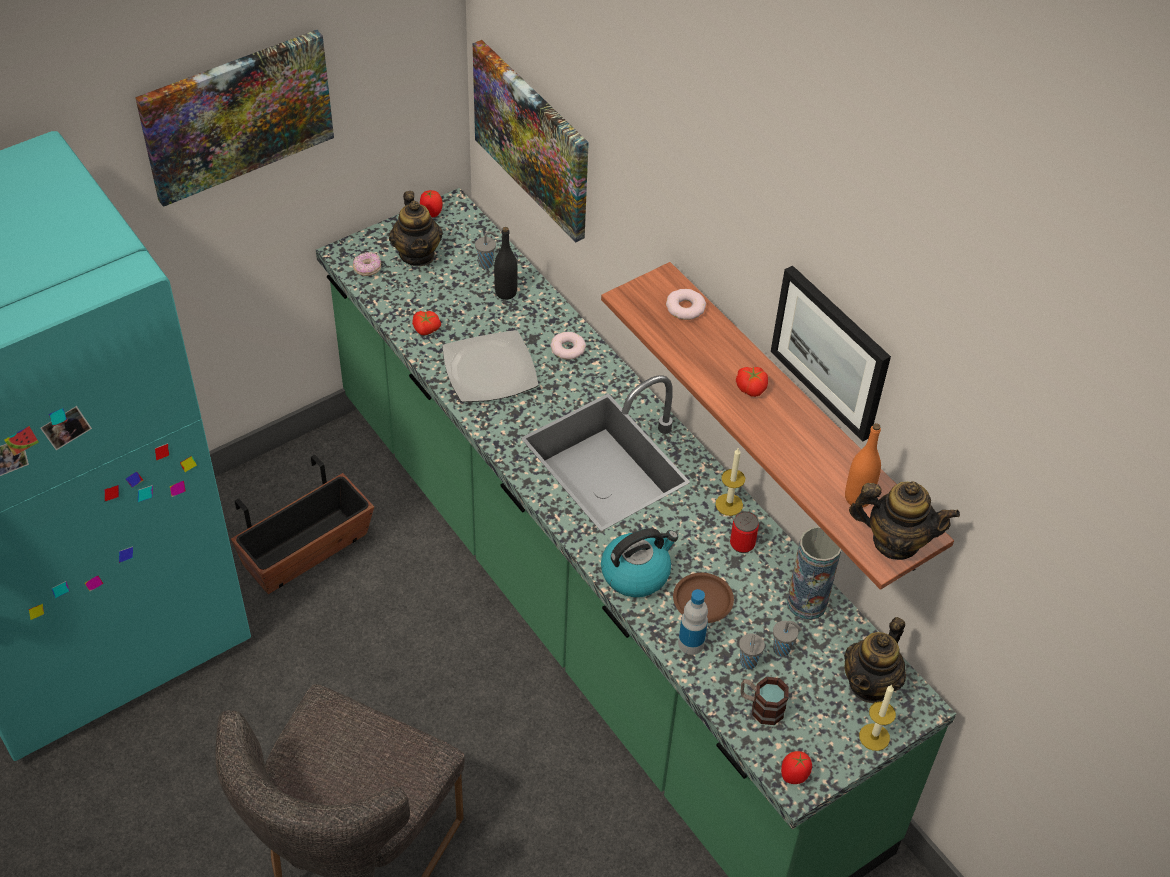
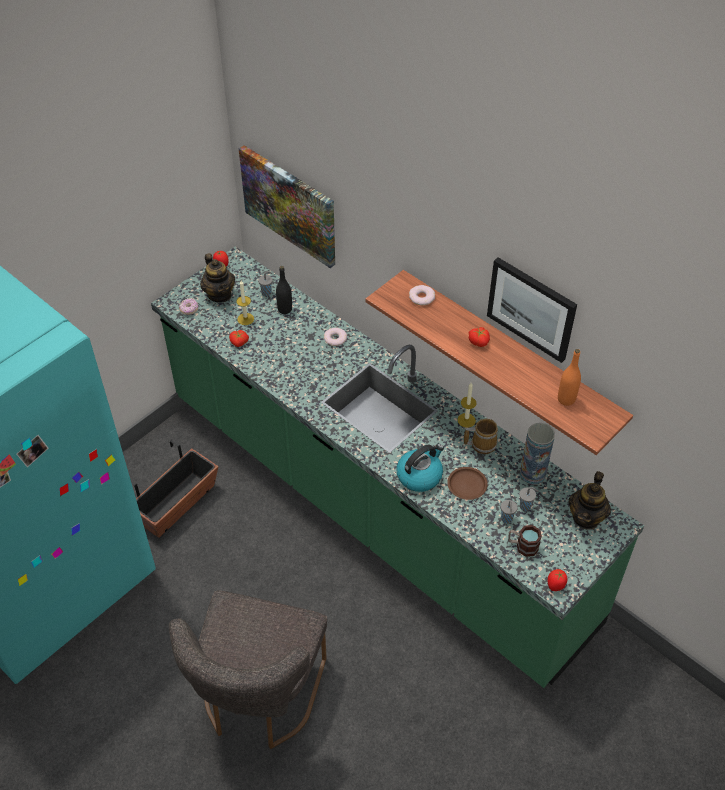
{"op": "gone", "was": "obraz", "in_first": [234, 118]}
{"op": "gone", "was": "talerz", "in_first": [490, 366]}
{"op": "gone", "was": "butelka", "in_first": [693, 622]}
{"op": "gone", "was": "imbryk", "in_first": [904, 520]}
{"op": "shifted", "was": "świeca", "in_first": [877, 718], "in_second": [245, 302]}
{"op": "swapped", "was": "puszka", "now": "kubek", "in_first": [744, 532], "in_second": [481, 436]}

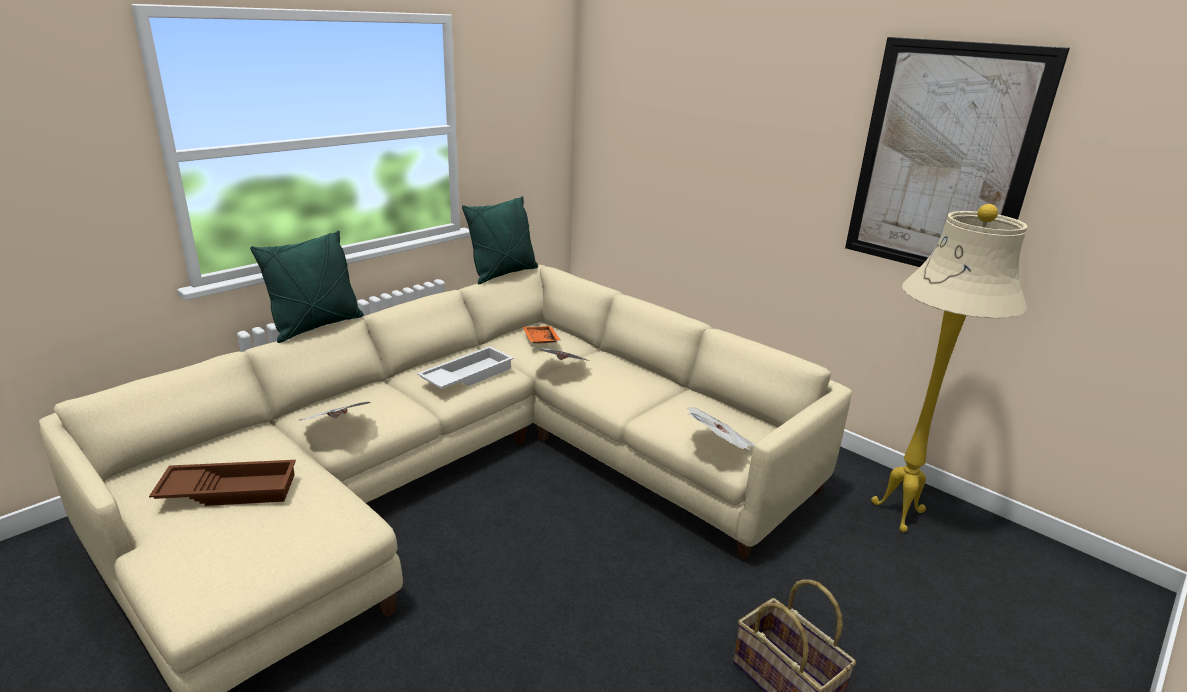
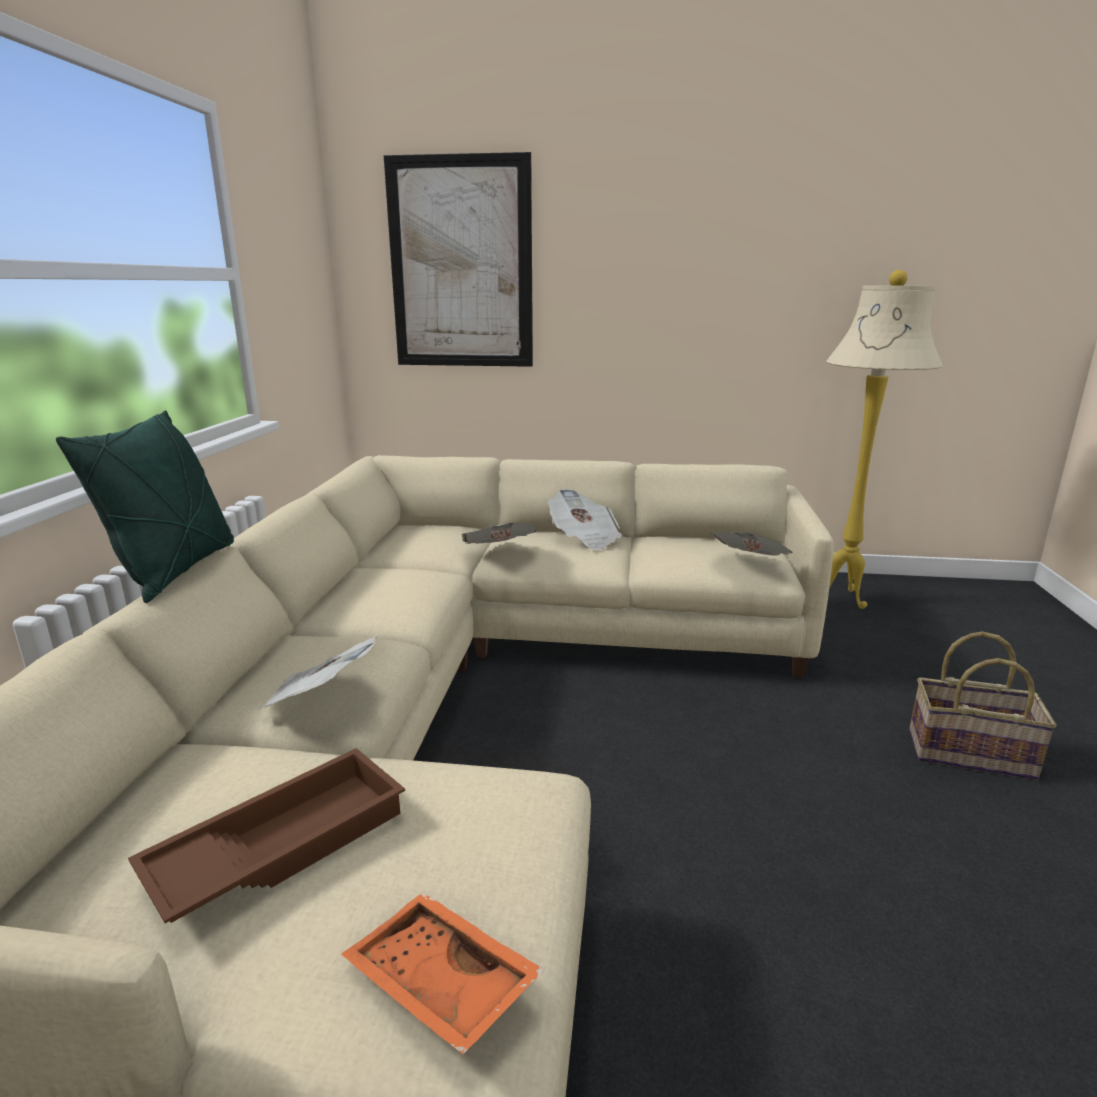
{"op": "gone", "was": "taca [biały]", "in_first": [465, 367]}
{"op": "gone", "was": "poduszka [zielony]", "in_first": [500, 240]}
{"op": "new", "now": "gazeta", "in_second": [585, 519]}
{"op": "shifted", "was": "taca [pomarańczowy]", "in_first": [541, 335], "in_second": [442, 973]}
{"op": "shifted", "was": "obraz", "in_first": [957, 152], "in_second": [458, 259]}

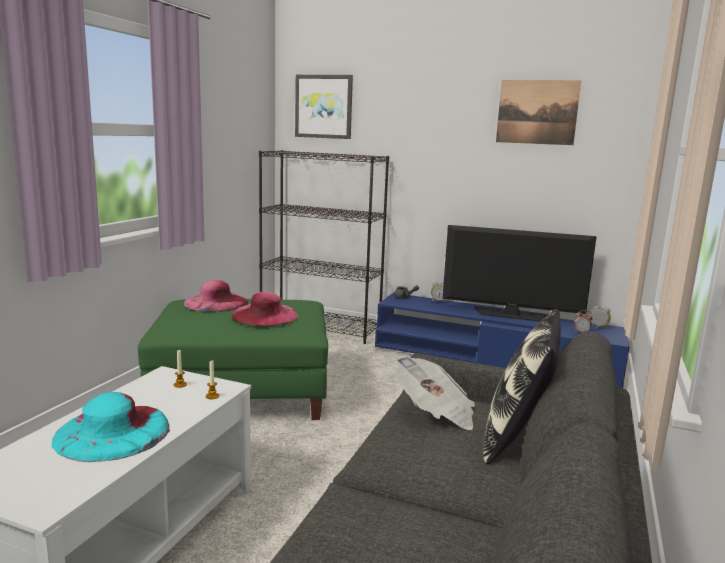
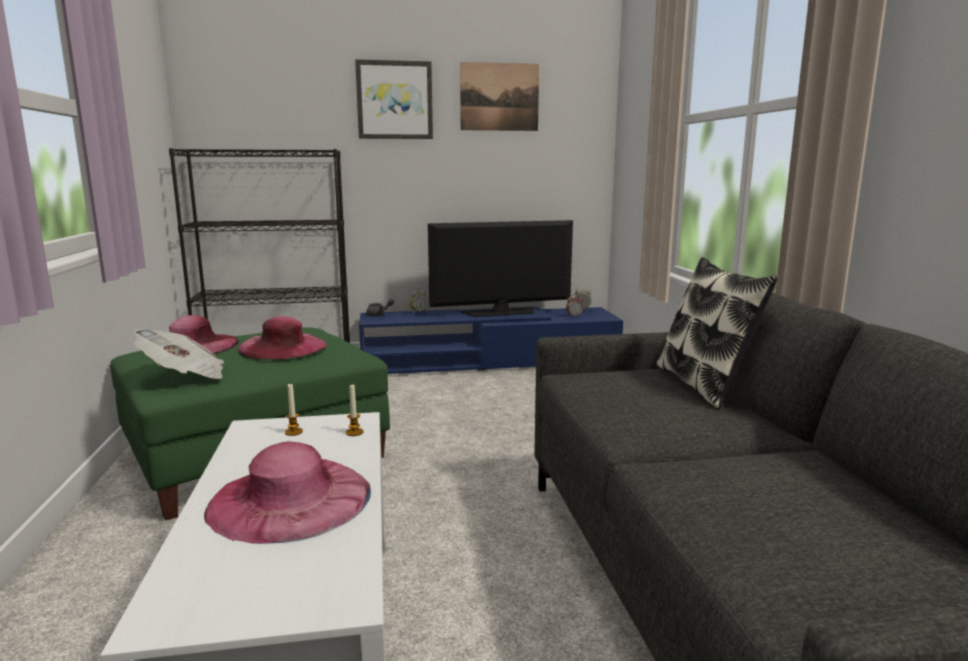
{"op": "shifted", "was": "obraz", "in_first": [324, 107], "in_second": [394, 99]}
{"op": "shifted", "was": "gazeta", "in_first": [435, 393], "in_second": [179, 354]}
{"op": "repainted", "was": "kapelusz [turkusowy]", "now": "kapelusz [różowy]", "in_first": [111, 427], "in_second": [287, 493]}

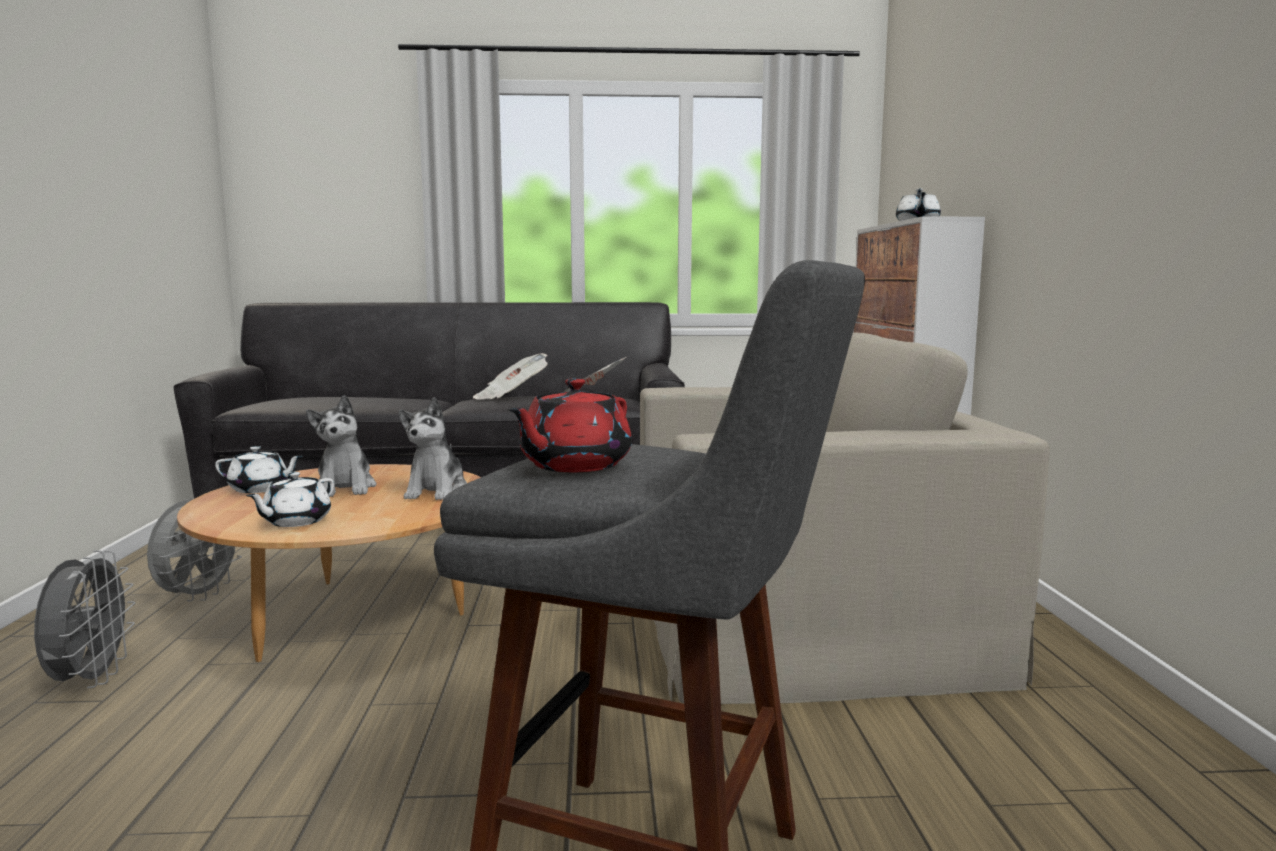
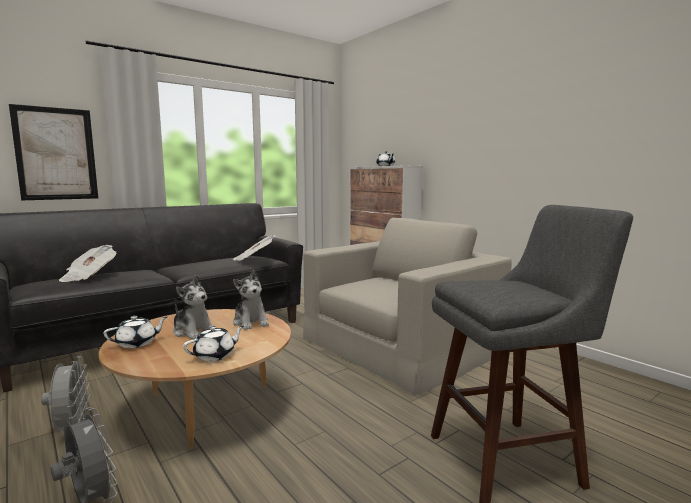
{"op": "gone", "was": "imbryk [czerwony]", "in_first": [570, 425]}
{"op": "new", "now": "obraz", "in_second": [53, 152]}
{"op": "shifted", "was": "gazeta", "in_first": [510, 376], "in_second": [88, 263]}
{"op": "rotated", "was": "imbryk [biały]", "in_first": [290, 499], "in_second": [213, 343], "clockwise": -120}

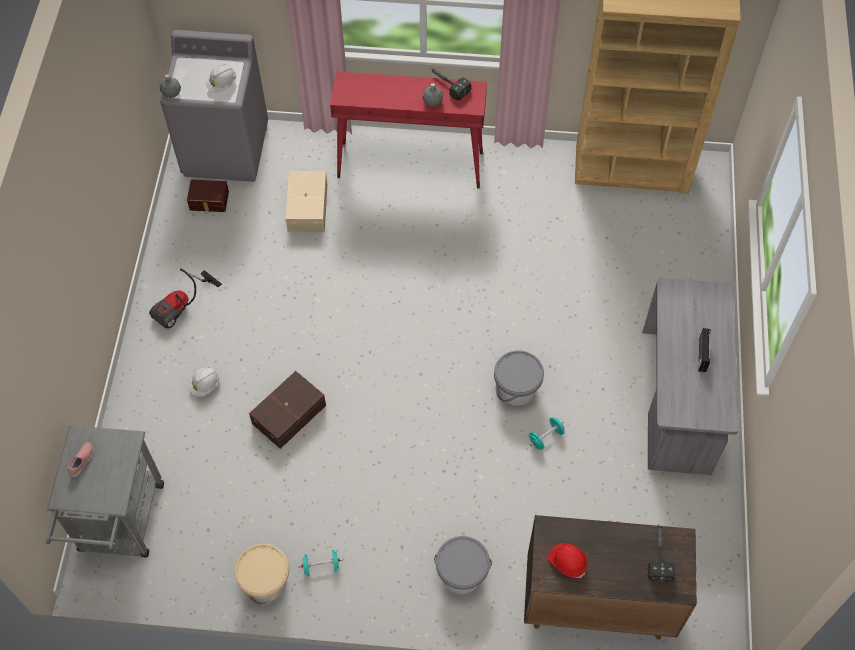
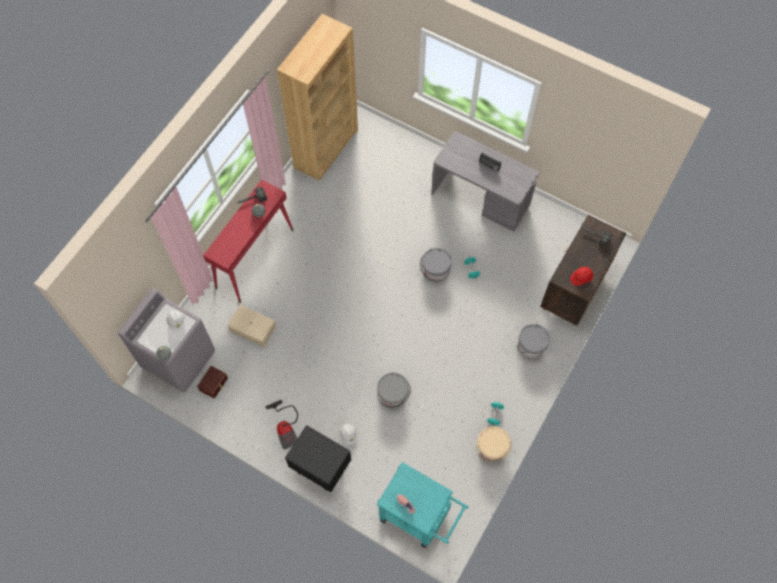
{"op": "new", "now": "szafka nocna [czarny]", "in_second": [318, 458]}
{"op": "swapped", "was": "pojemnik do przechowywania [brązowy]", "now": "wiadro [szary]", "in_first": [287, 410], "in_second": [394, 390]}
{"op": "repainted", "was": "wózek [szary]", "now": "wózek [turkusowy]", "in_first": [105, 491], "in_second": [422, 505]}

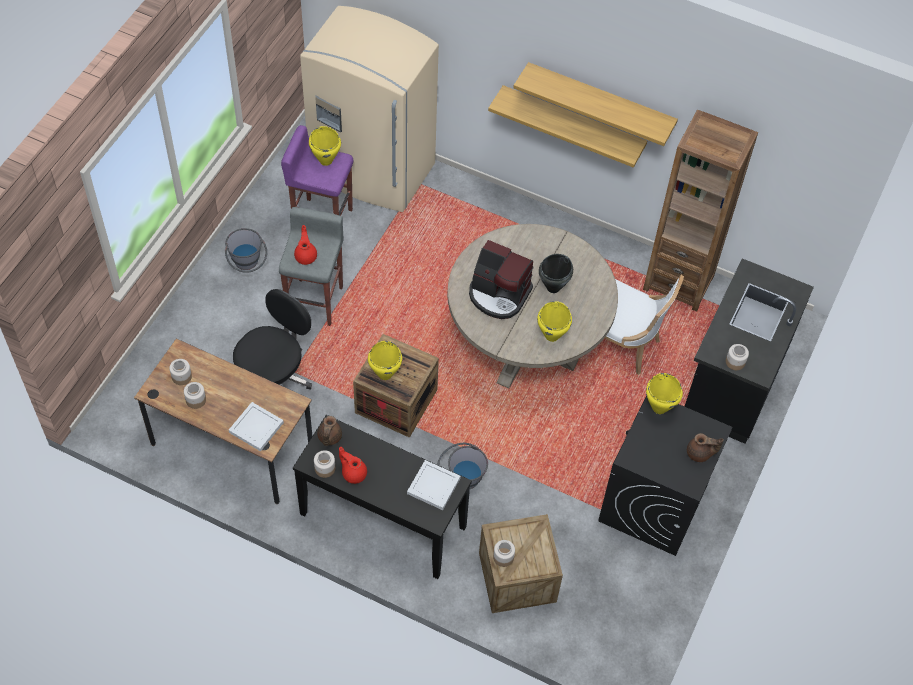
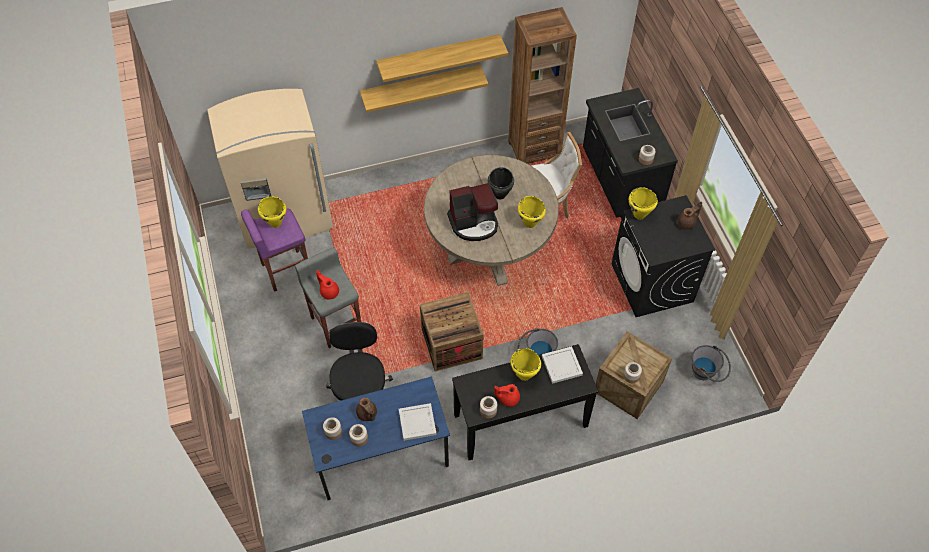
{"op": "shifted", "was": "wiadro [szary]", "in_first": [246, 250], "in_second": [711, 363]}
{"op": "shifted", "was": "imbryk [brązowy]", "in_first": [329, 431], "in_second": [366, 409]}
{"op": "shifted", "was": "garnek [żółty]", "in_first": [385, 360], "in_second": [525, 364]}
{"op": "repainted", "was": "biurko [brązowy]", "now": "biurko [niebieski]", "in_first": [223, 421], "in_second": [376, 438]}

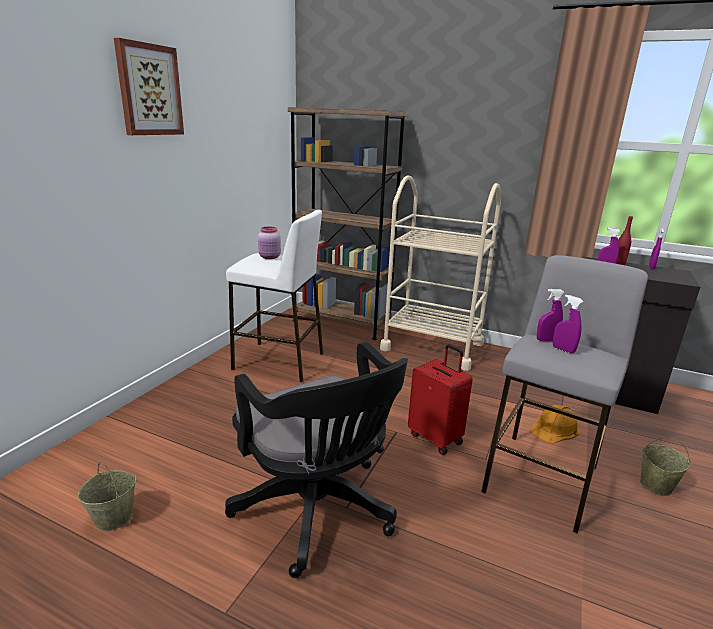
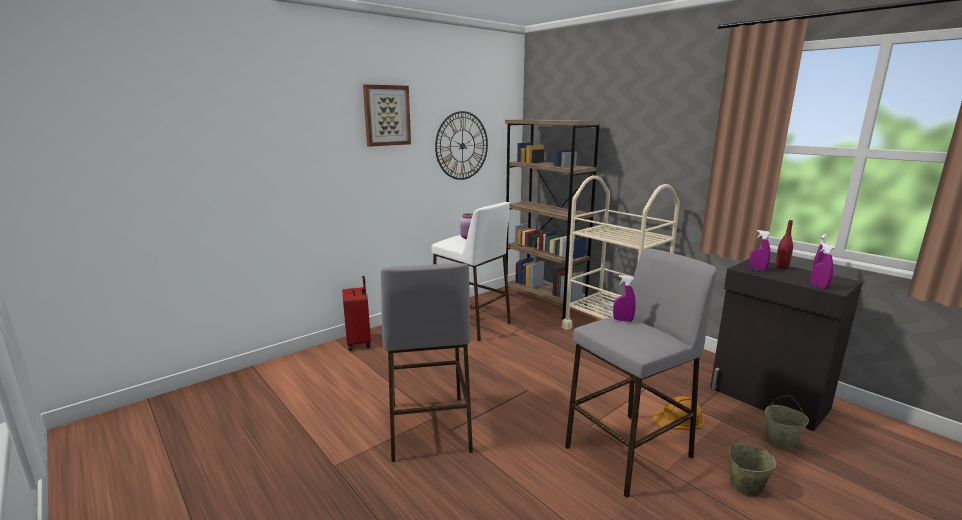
{"op": "new", "now": "zegar ścienny", "in_second": [461, 145]}
{"op": "shifted", "was": "wiadro [beżowy]", "in_first": [107, 496], "in_second": [787, 423]}
{"op": "shifted", "was": "walizka [czerwony]", "in_first": [440, 399], "in_second": [356, 313]}
{"op": "shifted", "was": "spryskiwacz [fioletowy]", "in_first": [568, 324], "in_second": [822, 266]}
{"op": "swapped", "was": "krzesło biurowe [czarny]", "now": "stołek [szary]", "in_first": [316, 460], "in_second": [427, 362]}

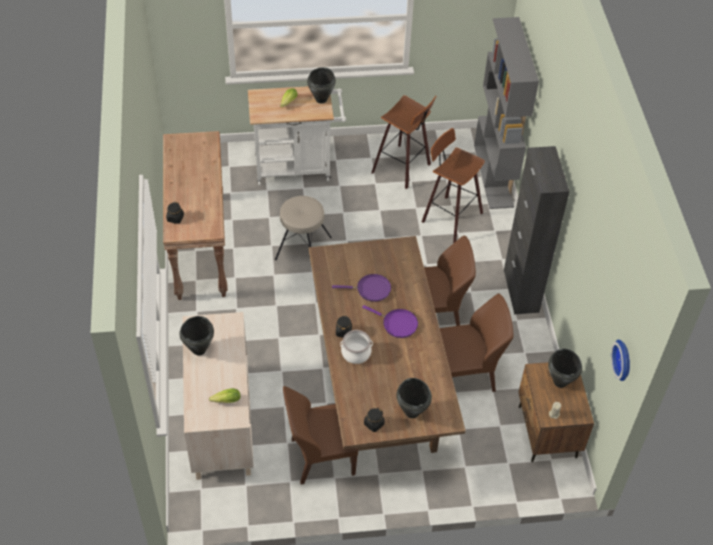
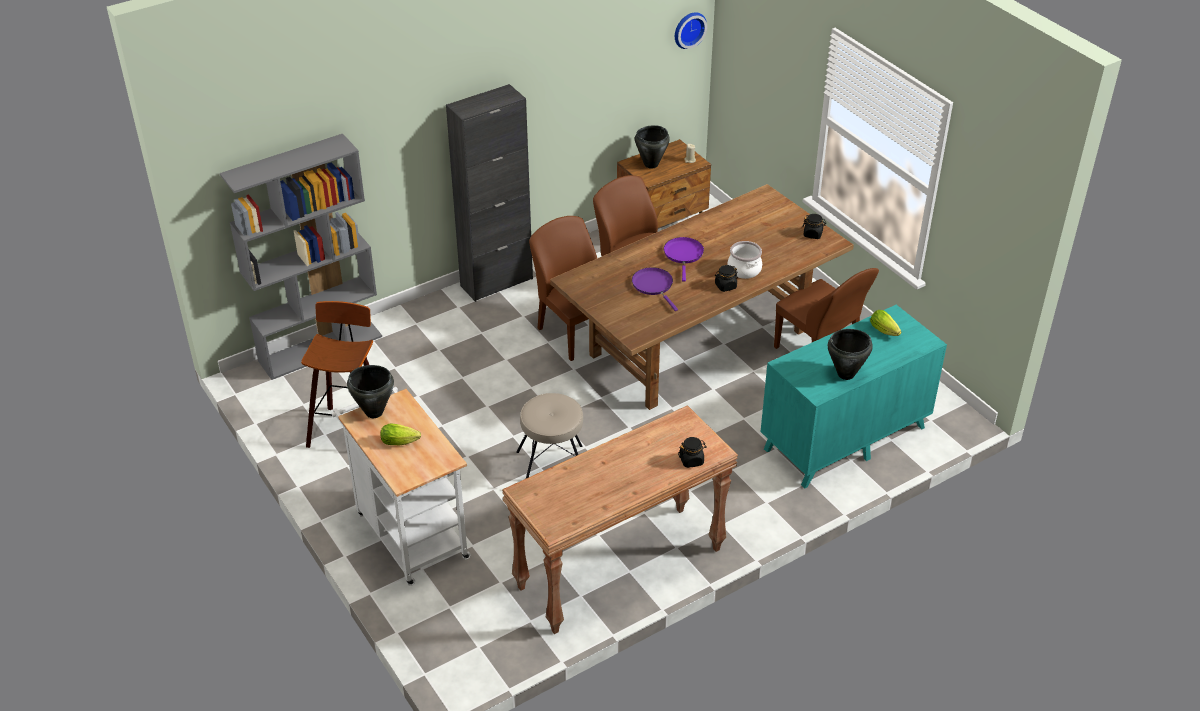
{"op": "gone", "was": "garnek [czarny]", "in_first": [414, 398]}
{"op": "gone", "was": "stołek", "in_first": [453, 185]}
{"op": "repainted", "was": "komoda [beżowy]", "now": "komoda [turkusowy]", "in_first": [218, 396], "in_second": [854, 397]}

